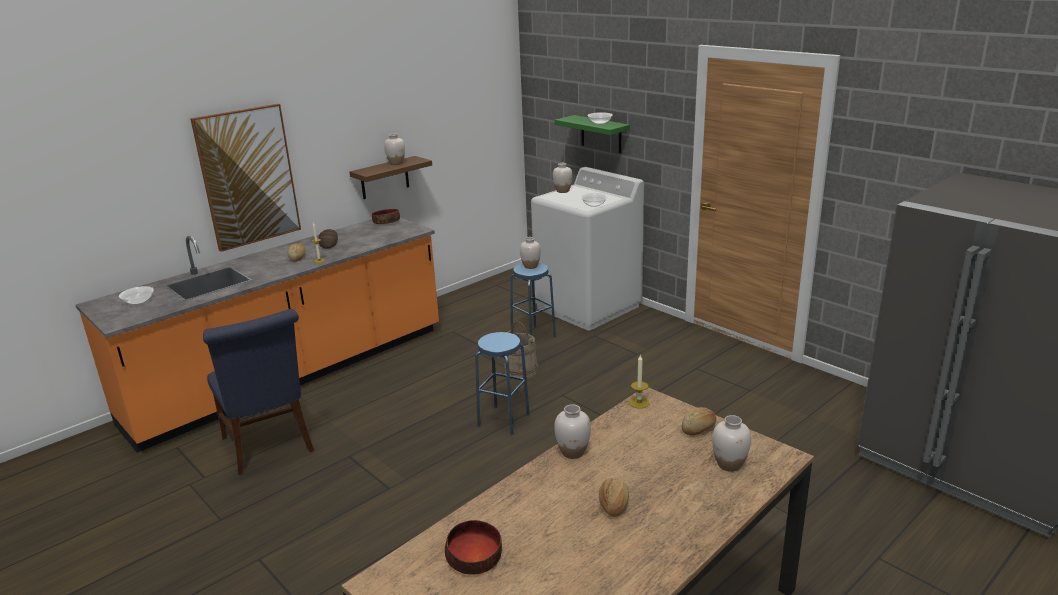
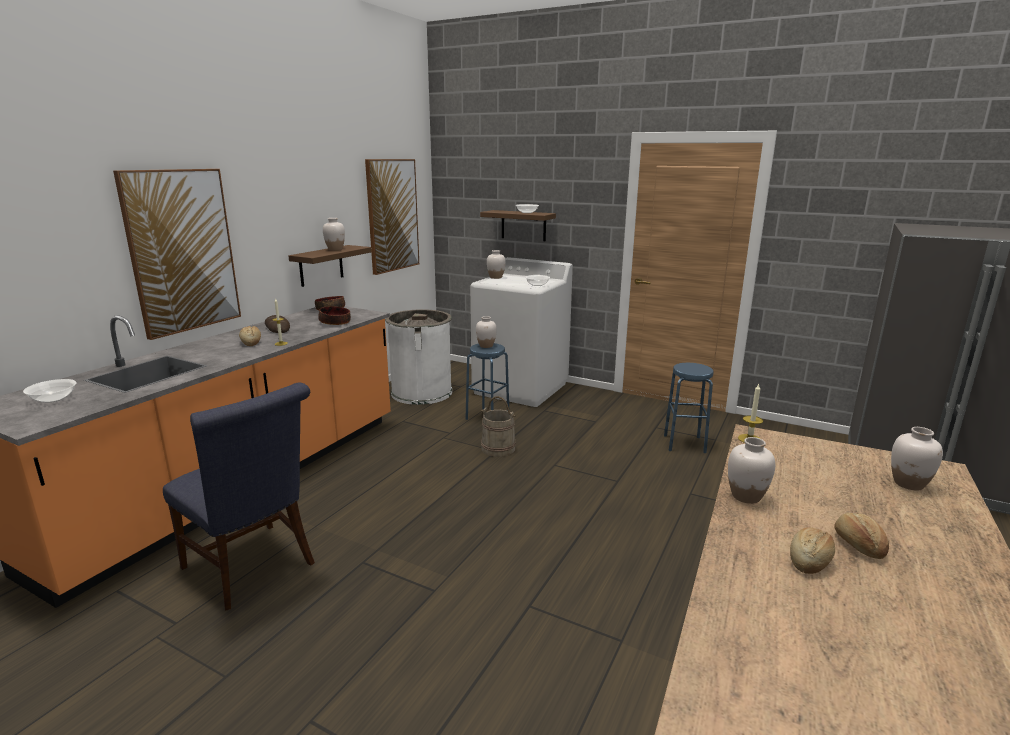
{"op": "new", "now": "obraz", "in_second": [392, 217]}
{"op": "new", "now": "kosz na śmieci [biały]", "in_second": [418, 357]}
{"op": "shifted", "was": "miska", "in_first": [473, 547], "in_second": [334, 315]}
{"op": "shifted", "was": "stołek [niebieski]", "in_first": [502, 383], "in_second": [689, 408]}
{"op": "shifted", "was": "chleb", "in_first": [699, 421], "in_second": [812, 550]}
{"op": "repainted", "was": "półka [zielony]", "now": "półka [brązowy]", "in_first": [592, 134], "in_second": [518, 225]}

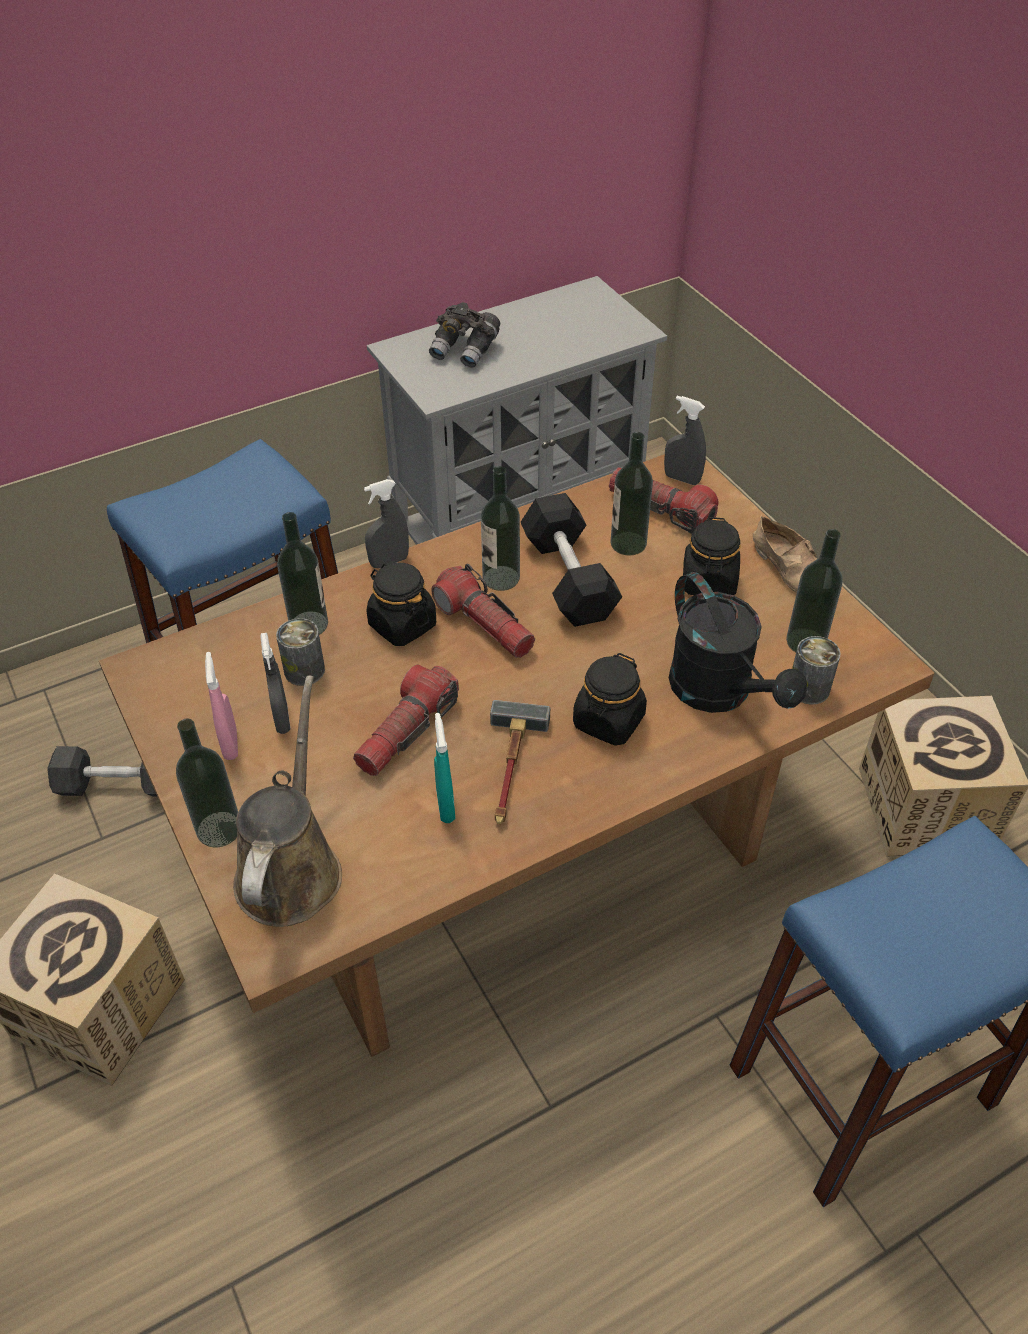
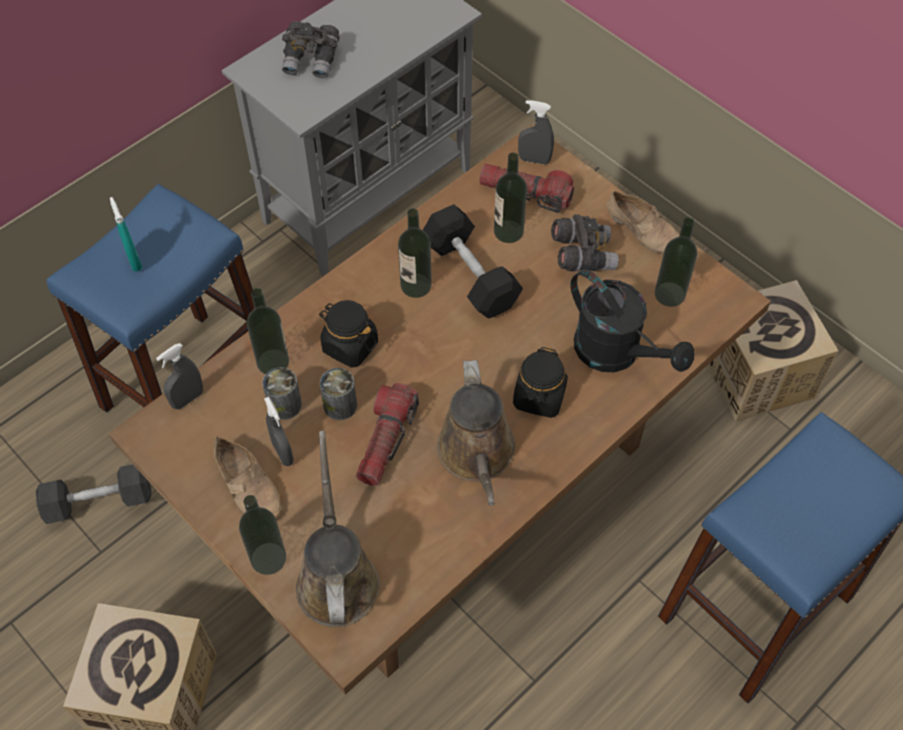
{"op": "gone", "was": "latarka", "in_first": [483, 610]}
{"op": "shifted", "was": "spryskiwacz [szary]", "in_first": [386, 523], "in_second": [179, 376]}
{"op": "shifted", "was": "spryskiwacz [turkusowy]", "in_first": [444, 768], "in_second": [126, 234]}
{"op": "shifted", "was": "puszka", "in_first": [816, 670], "in_second": [338, 394]}
{"op": "swapped", "was": "spryskiwacz [różowy]", "now": "but [beżowy]", "in_first": [221, 706], "in_second": [247, 477]}
{"op": "swapped", "was": "młotek", "now": "konewka [brązowy]", "in_first": [520, 762], "in_second": [476, 433]}
{"op": "swapped", "was": "słoik [czarny]", "now": "lornetka [szary]", "in_first": [712, 556], "in_second": [585, 243]}

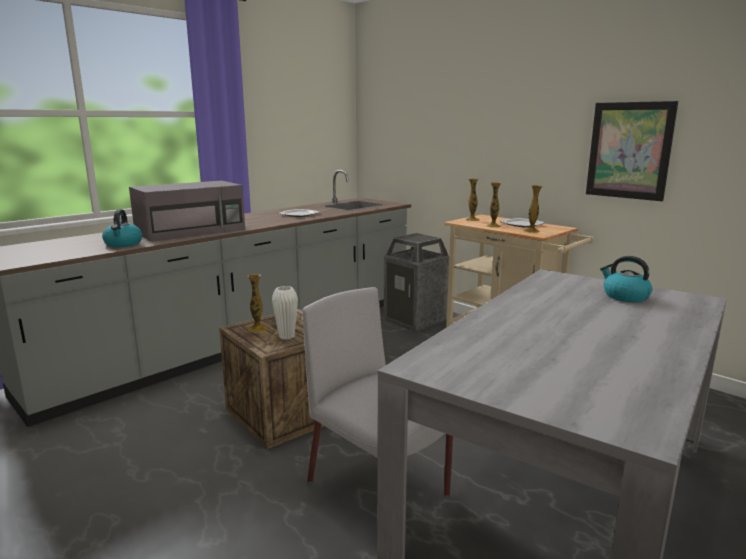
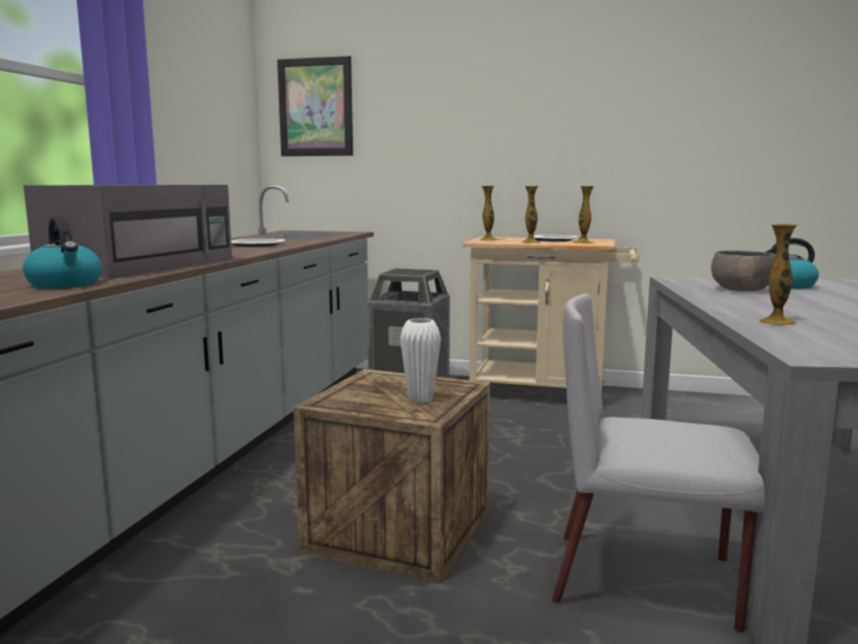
{"op": "new", "now": "miska [szary]", "in_second": [743, 271]}
{"op": "shifted", "was": "wazon", "in_first": [257, 303], "in_second": [778, 274]}
{"op": "shifted", "was": "obraz", "in_first": [632, 151], "in_second": [315, 106]}

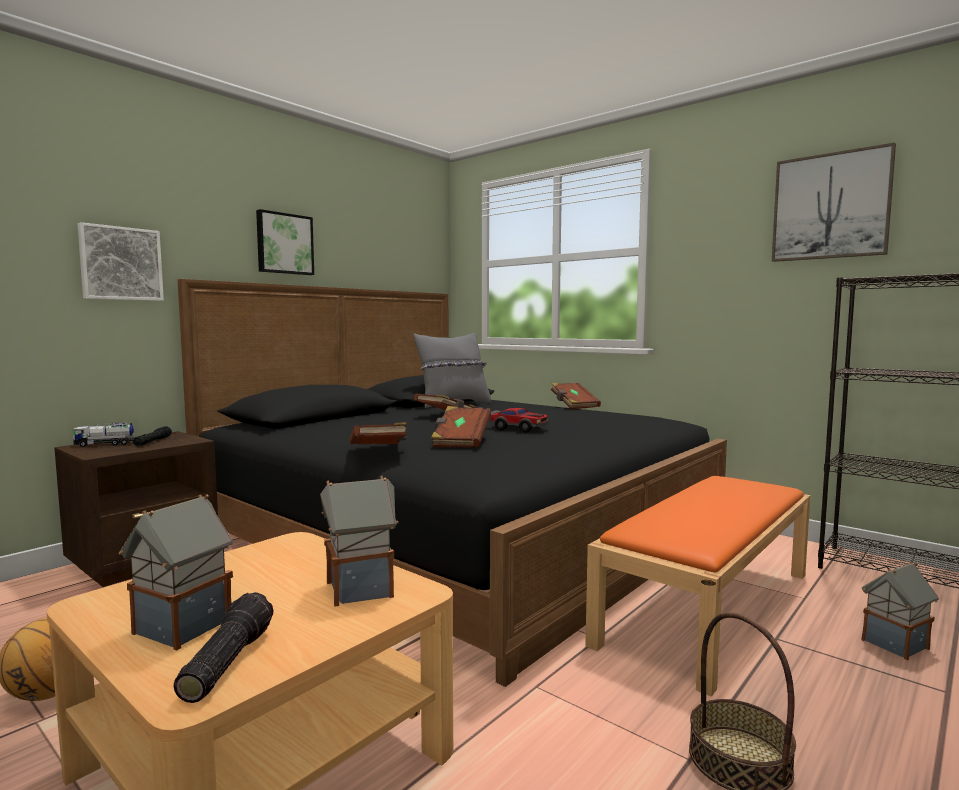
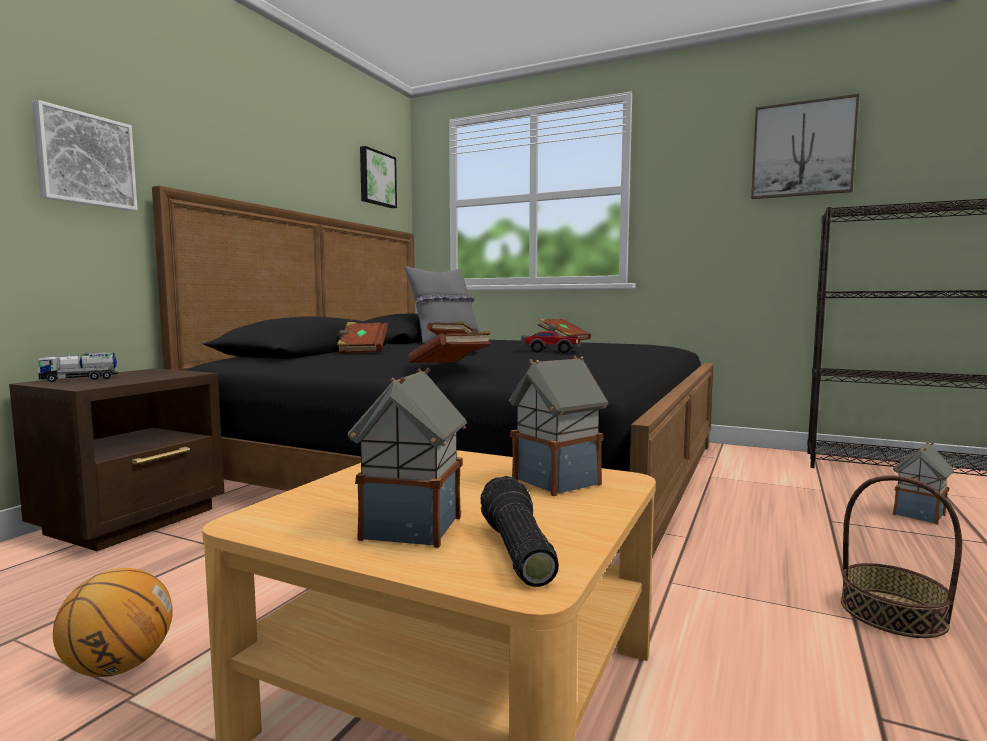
{"op": "gone", "was": "latarka [czarny]", "in_first": [152, 436]}
{"op": "gone", "was": "ławka [pomarańczowy]", "in_first": [698, 586]}
{"op": "shifted", "was": "obraz", "in_first": [285, 242], "in_second": [378, 177]}
{"op": "shifted", "was": "książka [brązowy]", "in_first": [461, 426], "in_second": [362, 338]}

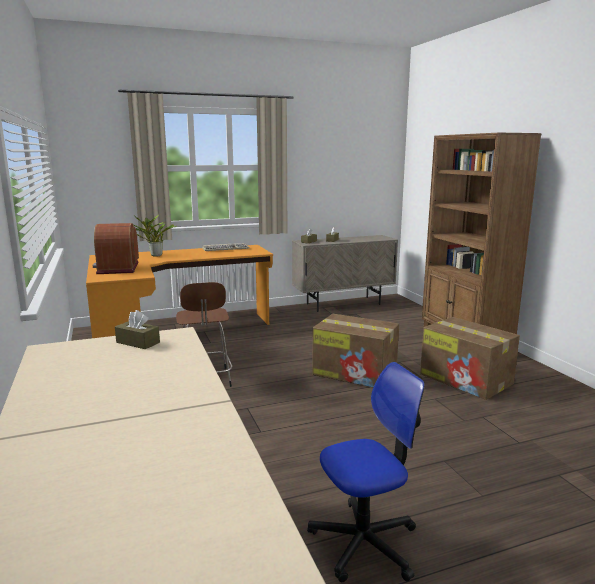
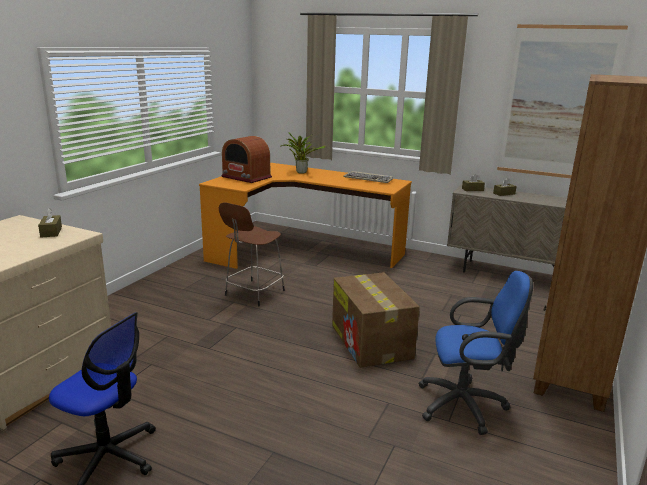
{"op": "new", "now": "obraz", "in_second": [562, 101]}
{"op": "swapped", "was": "karton", "now": "krzesło biurowe [niebieski]", "in_first": [470, 358], "in_second": [475, 353]}
{"op": "rotated", "was": "radio", "in_first": [116, 248], "in_second": [246, 159], "clockwise": -90}

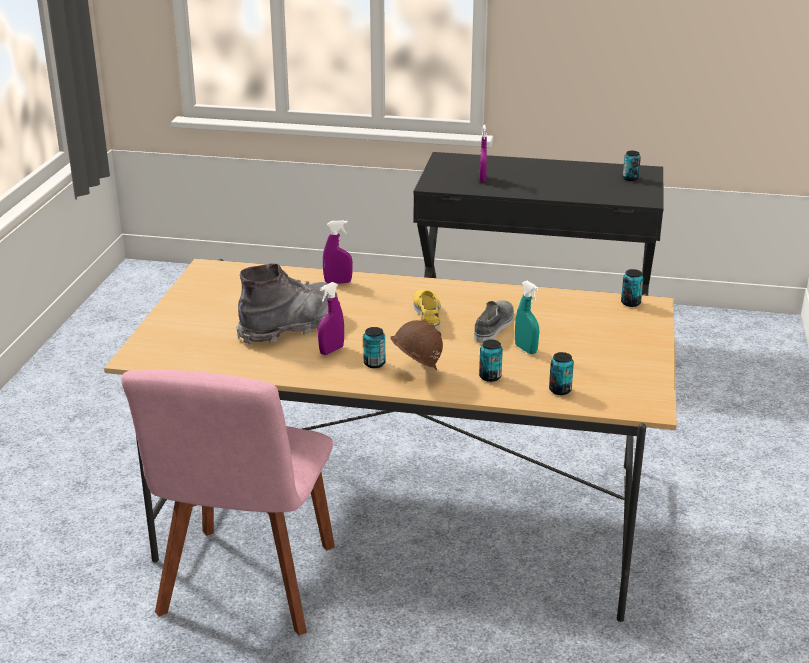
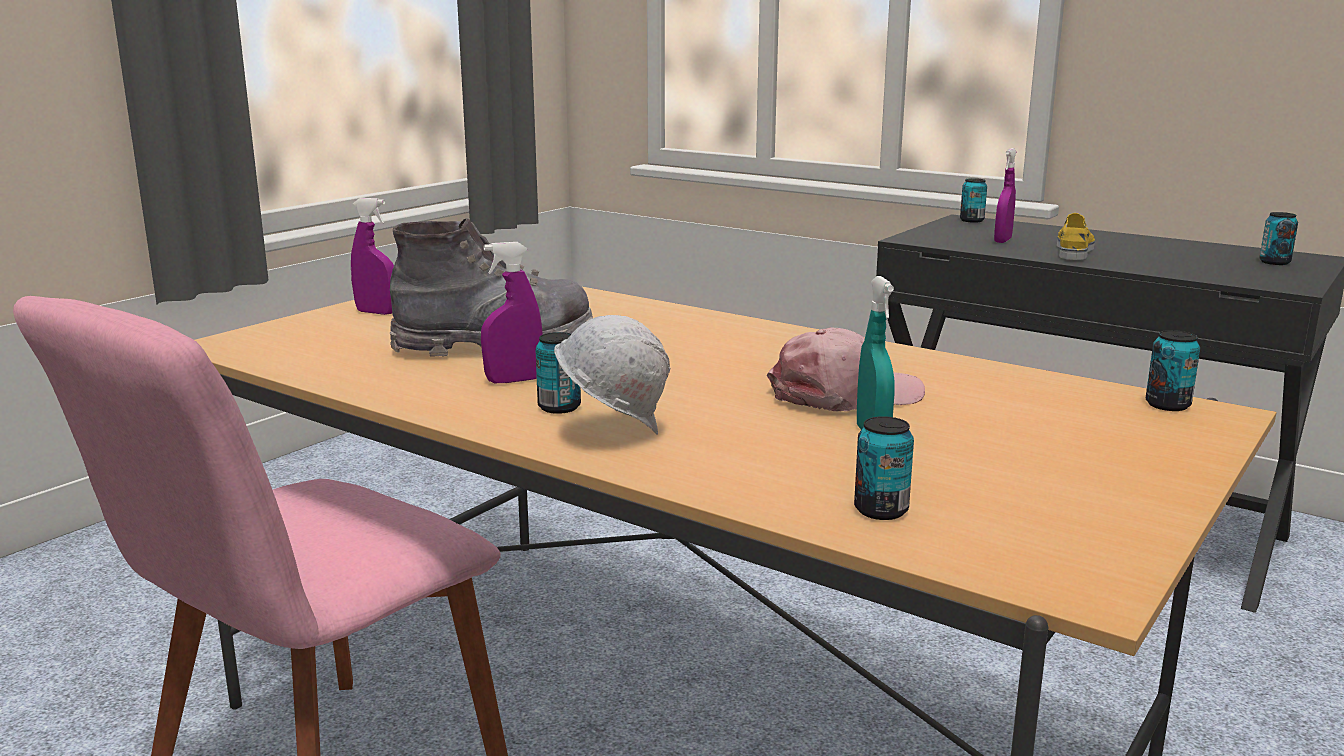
{"op": "shifted", "was": "spryskiwacz [fioletowy]", "in_first": [338, 252], "in_second": [372, 256]}
{"op": "shifted", "was": "but [żółty]", "in_first": [427, 309], "in_second": [1076, 236]}
{"op": "shifted", "was": "puszka", "in_first": [491, 361], "in_second": [973, 200]}
{"op": "swapped", "was": "but [szary]", "now": "czapka z daszkiem [różowy]", "in_first": [494, 321], "in_second": [846, 370]}
{"op": "repainted", "was": "kask [brązowy]", "now": "kask [biały]", "in_first": [416, 345], "in_second": [612, 375]}

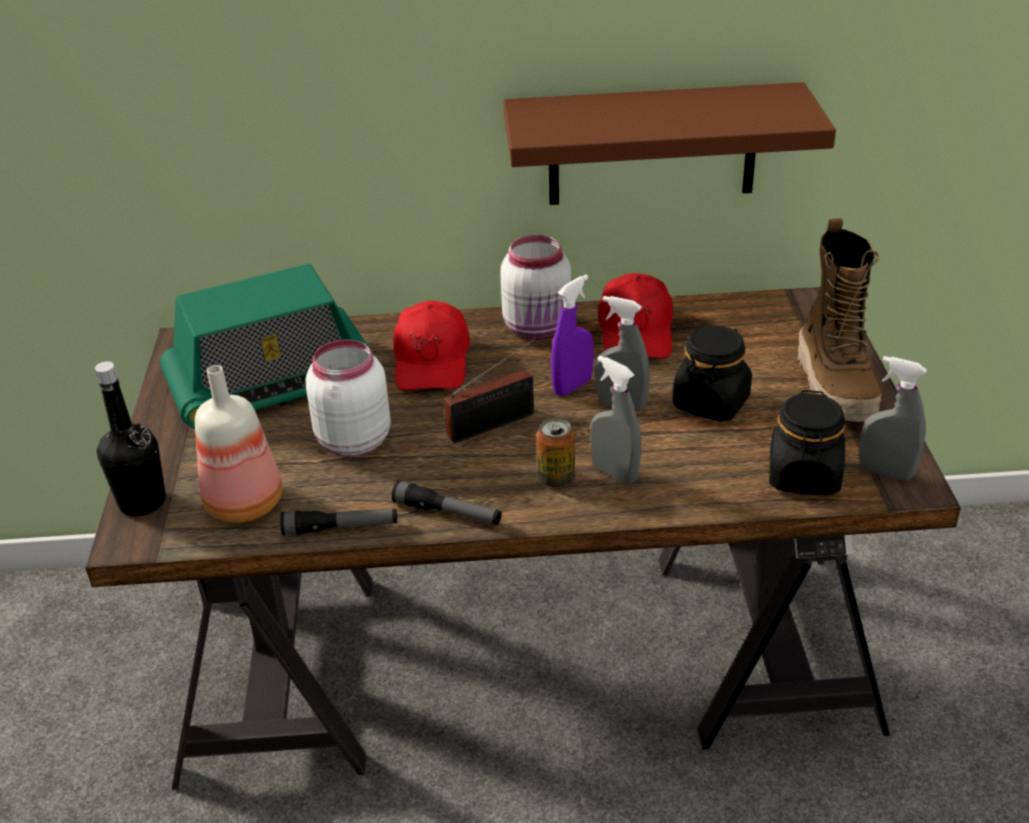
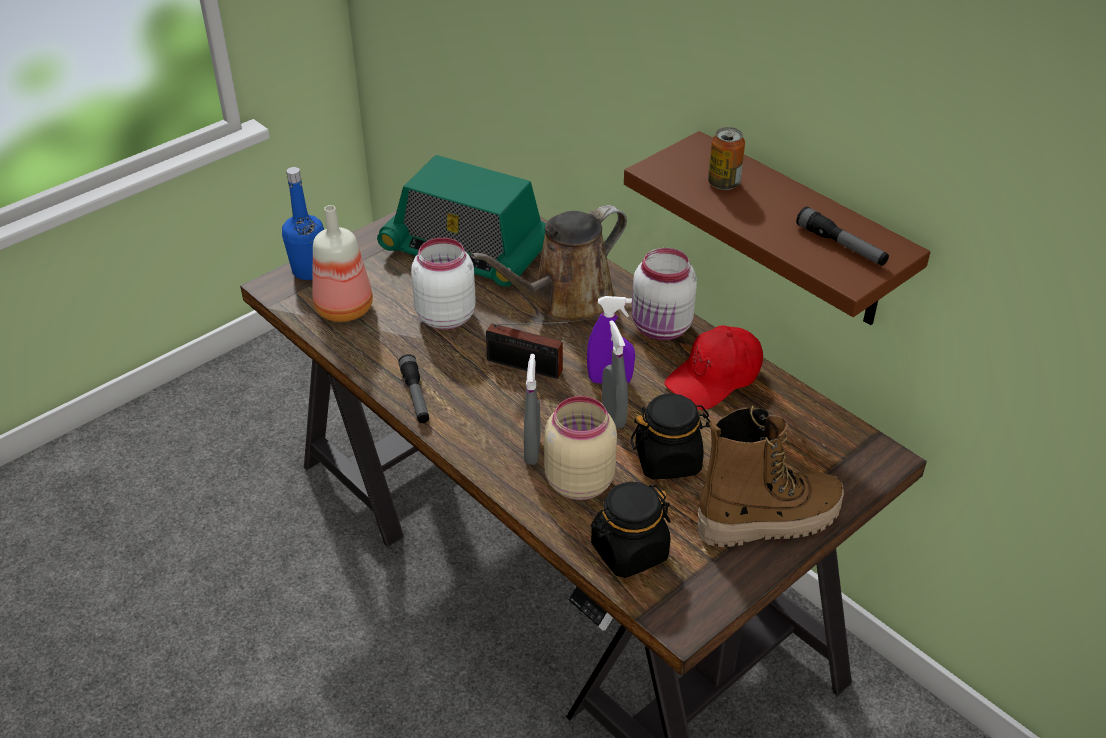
{"op": "gone", "was": "spryskiwacz [szary]", "in_first": [893, 418]}
{"op": "new", "now": "słoik [beżowy]", "in_second": [580, 448]}
{"op": "shifted", "was": "latarka", "in_first": [338, 521], "in_second": [842, 236]}
{"op": "shifted", "was": "puszka", "in_first": [556, 452], "in_second": [726, 158]}
{"op": "swapped", "was": "czapka z daszkiem [czerwony]", "now": "konewka [brązowy]", "in_first": [431, 345], "in_second": [549, 263]}
{"op": "repainted", "was": "butelka [czarny]", "now": "butelka [niebieski]", "in_first": [130, 438], "in_second": [303, 223]}
{"op": "rotated", "was": "but z cholewką", "in_first": [839, 320], "in_second": [770, 476], "clockwise": -150}

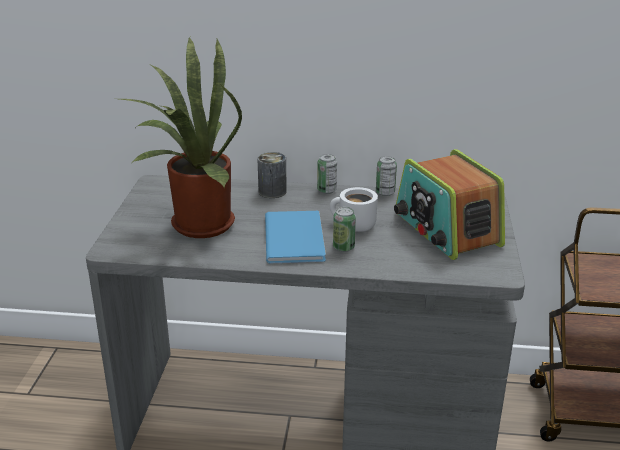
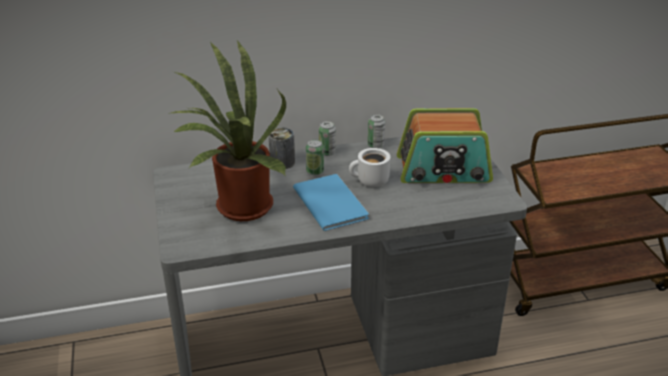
{"op": "shifted", "was": "puszka", "in_first": [344, 229], "in_second": [315, 157]}
{"op": "rotated", "was": "radio", "in_first": [449, 204], "in_second": [445, 145], "clockwise": -45}

